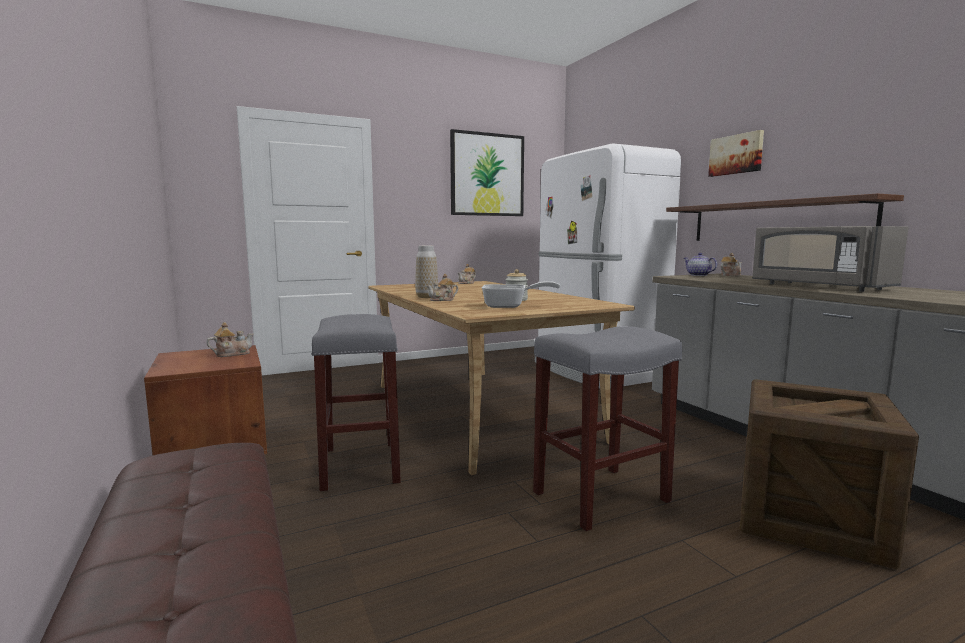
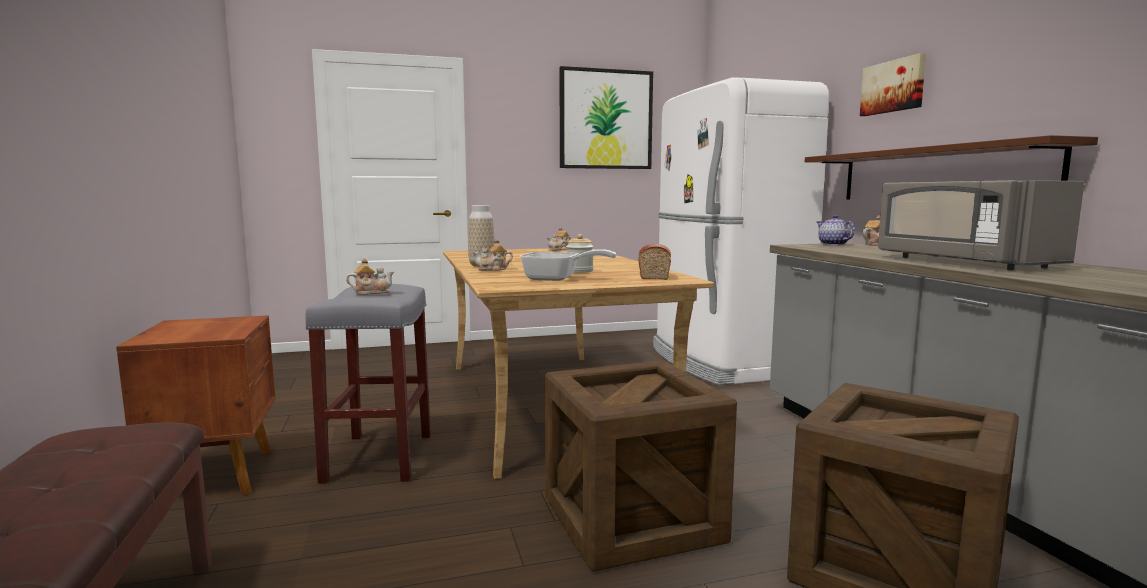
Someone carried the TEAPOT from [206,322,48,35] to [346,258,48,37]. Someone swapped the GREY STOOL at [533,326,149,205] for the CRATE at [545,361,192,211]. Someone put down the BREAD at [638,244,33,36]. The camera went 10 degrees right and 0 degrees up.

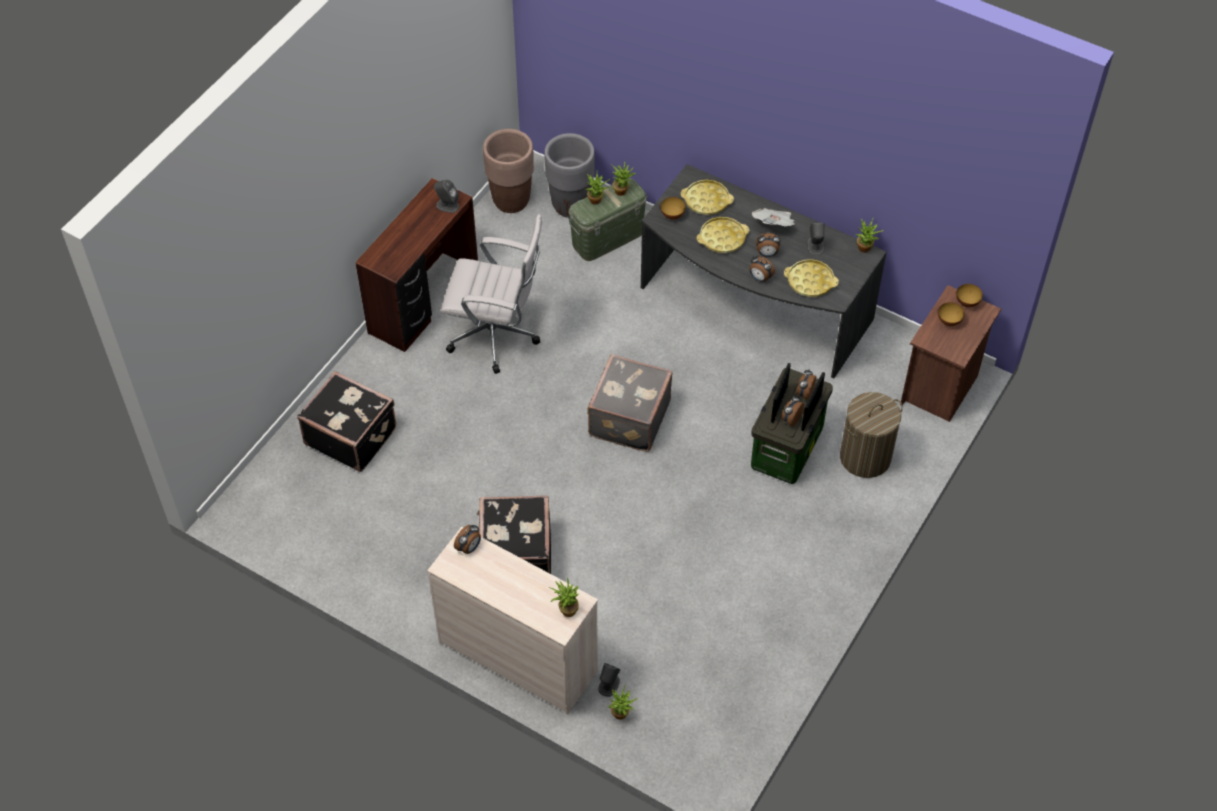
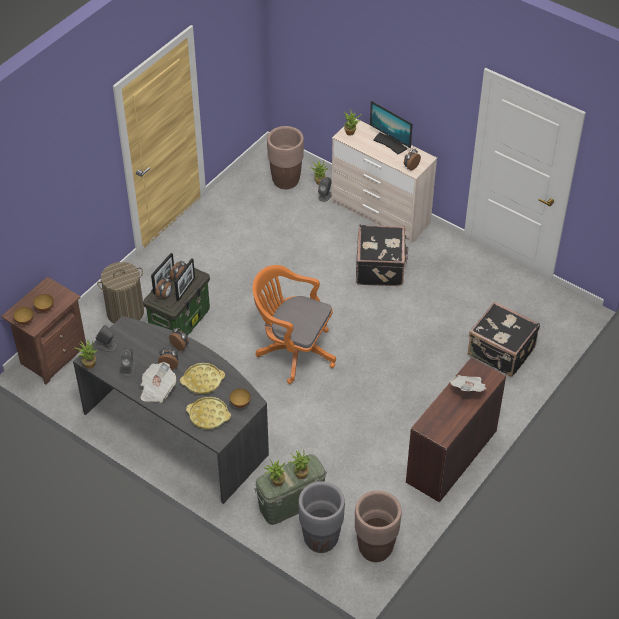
Someone carried the GREY SPEAKER from [434,179,25,34] to [96,325,20,27]. Someone took away the WHITE OFFICE CHAIR at [441,214,101,160]. Someone took away the YELLOW TRAY at [784,259,55,38]. Someone swapped the GREY SUITCASE at [587,354,86,98] for the ORANGE OFFICE CHAIR at [252,265,84,119]. Someone put down the MONITOR at [370,101,43,54]. Someone put down the BROWN PLANTER at [267,126,37,63]. Someone put down the NEWSPAPER at [450,375,37,17]. The camera went 175 degrees left and 5 degrees down.

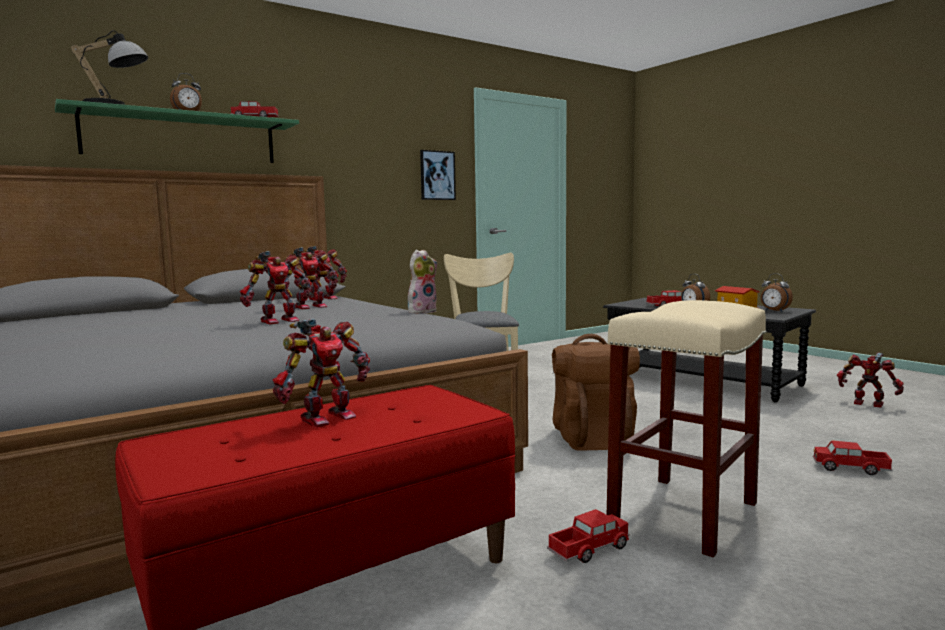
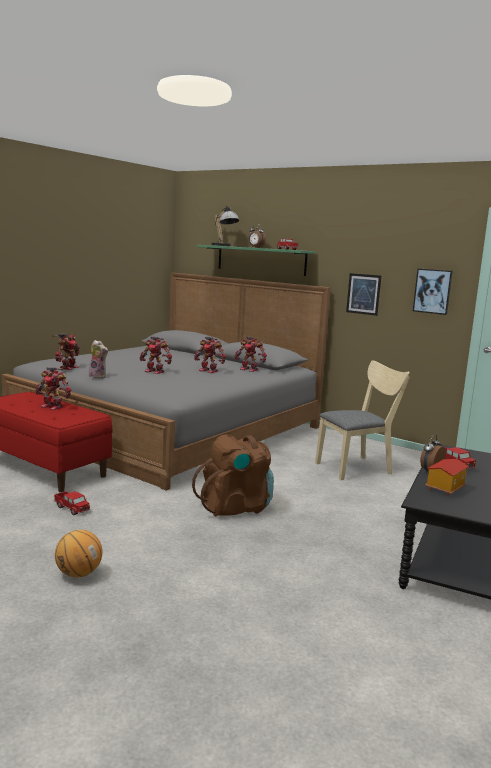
Someone carried the PLUSH TOY from [408,249,30,65] to [89,340,19,39]. Someone took away the ALARM CLOCK at [761,273,32,39]. Someone took away the BEIGE STOOL at [607,300,159,257]. Someone carried the TOY ROBOT from [837,352,67,55] to [52,333,28,37]. Someone took away the TOY TRUCK at [813,440,79,35]. Someone put up the PICTURE at [346,273,35,43]. Someone put down the BASKETBALL at [55,530,47,48]. The camera went 70 degrees right and 5 degrees up.

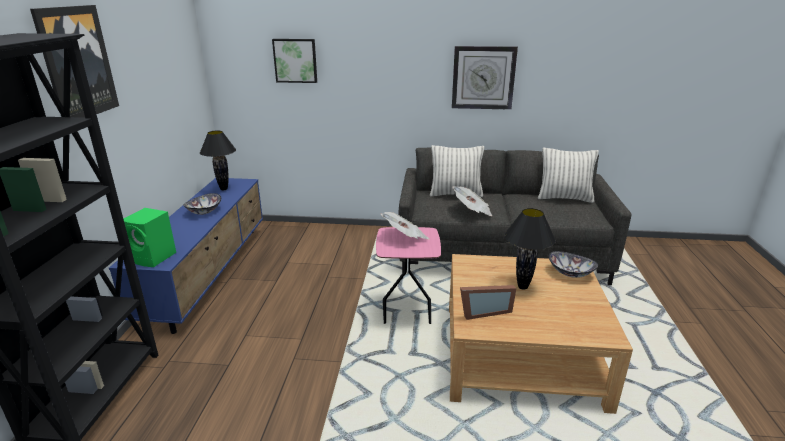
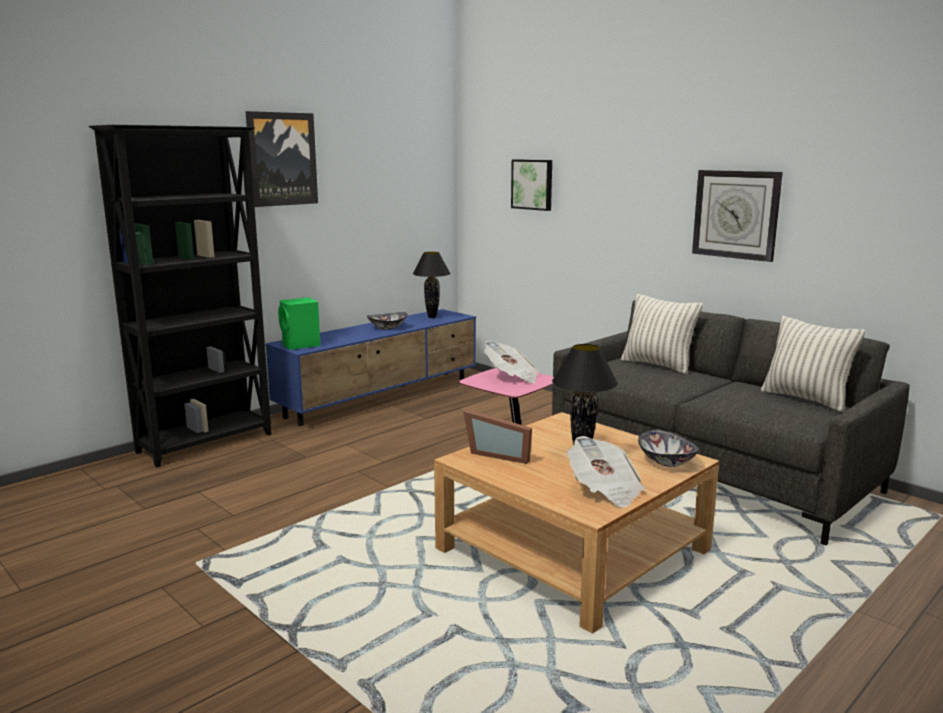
Someone carried the NEWSPAPER from [453,186,39,30] to [567,436,78,72]. The camera went 40 degrees right and 10 degrees down.

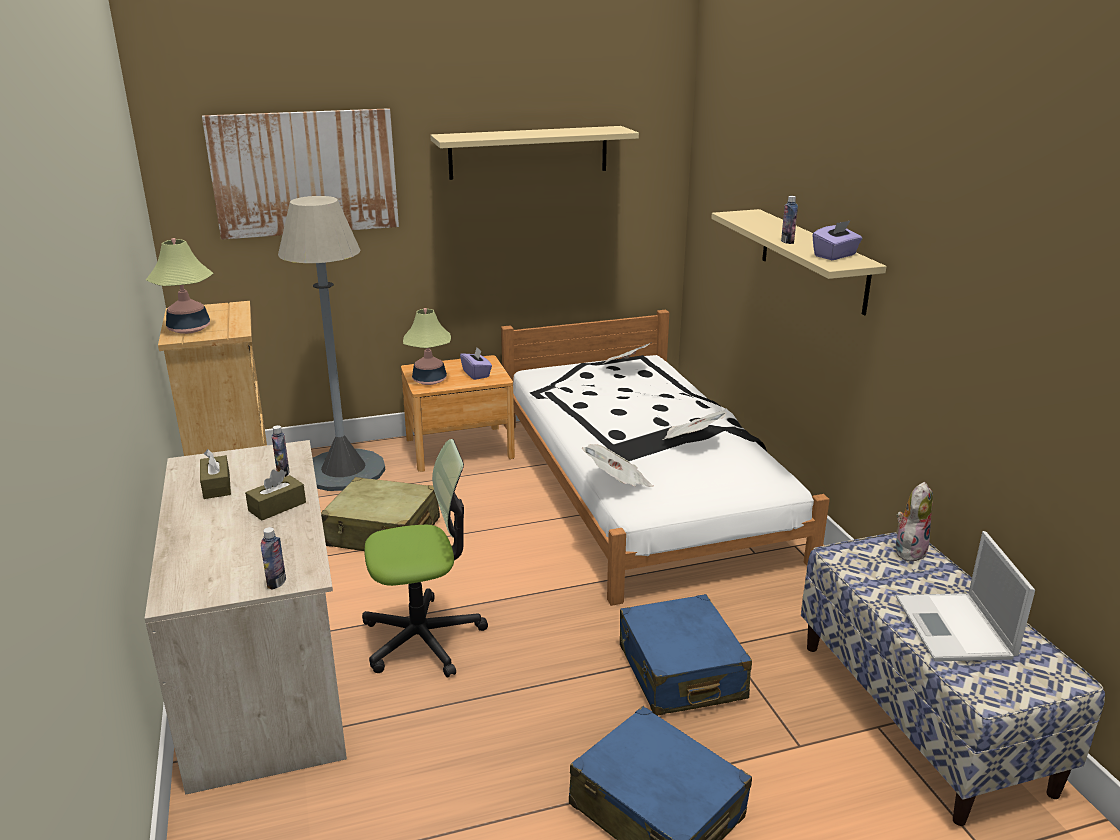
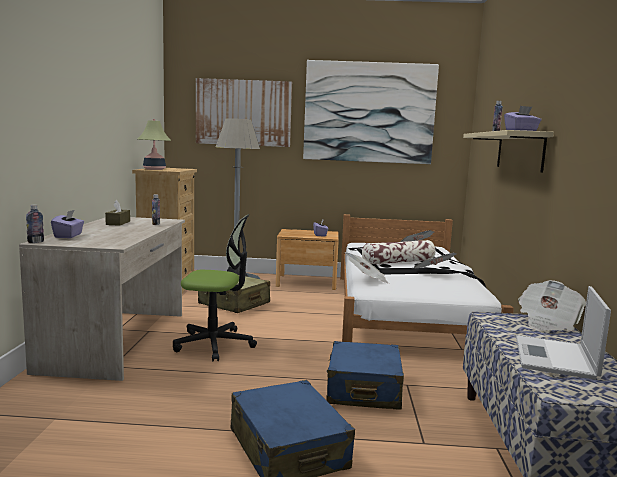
Someone swapped the BEIGE SHELF at [430,126,209,54] for the PICTURE at [303,60,136,104]. Someone took away the TABLE LAMP at [403,308,48,77]. Someone took away the BROWN TISSUE BOX at [245,469,61,52]. Someone swapped the PLUSH TOY at [896,482,37,80] for the NEWSPAPER at [518,280,68,51]. Someone carried the BOTTLE from [261,527,25,63] to [26,205,18,38]. Someone put down the PURPLE TISSUE BOX at [51,210,33,28]. Someone put down the PILLOW at [362,240,74,24]. The camera went 20 degrees right and 15 degrees down.

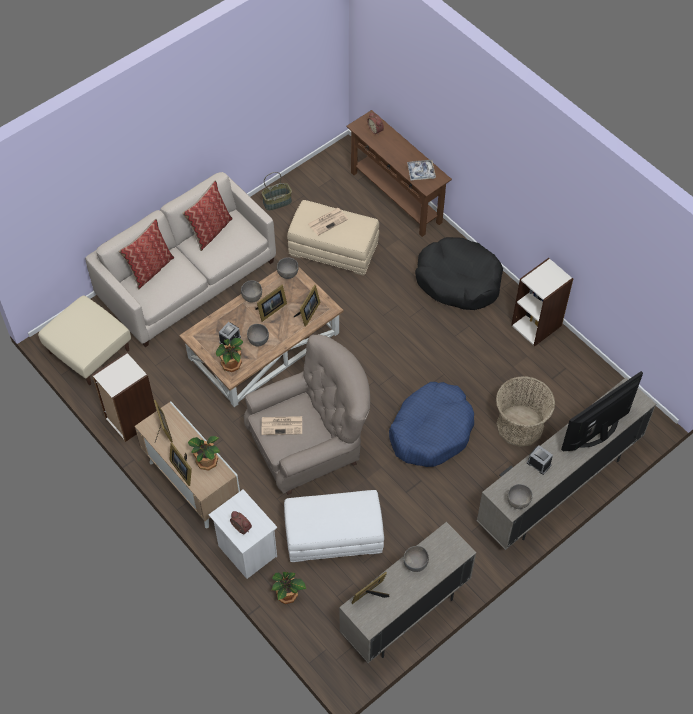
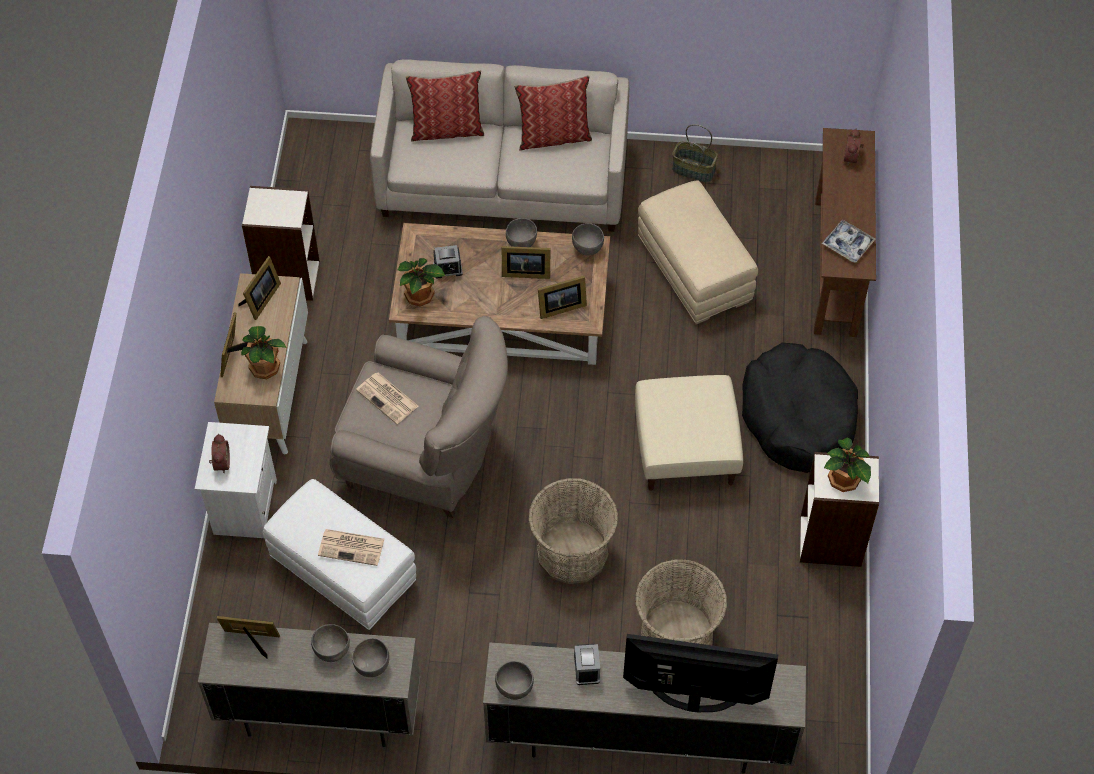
Someone carried the NEWSPAPER from [308,208,40,27] to [318,529,66,37]. Someone carried the BEIGE OTTOMAN from [38,295,93,90] to [635,375,108,116]. Someone carried the GREY BOWL from [247,324,22,23] to [352,638,38,39]. Someone swapped the BLUE DOG BED at [389,382,85,85] for the BASKET at [529,478,89,106]. Someone carried the POTTED PLANT from [272,572,34,32] to [824,438,47,54]. The camera went 45 degrees right and 0 degrees up.

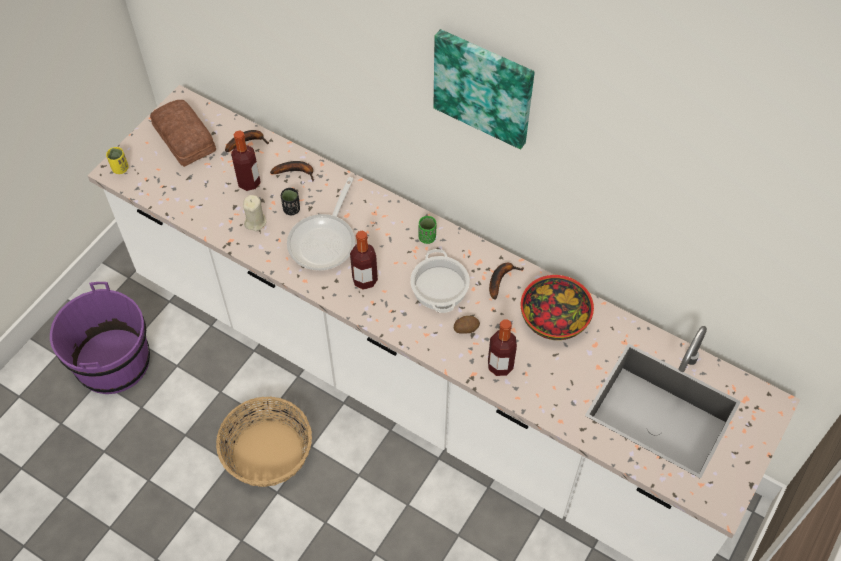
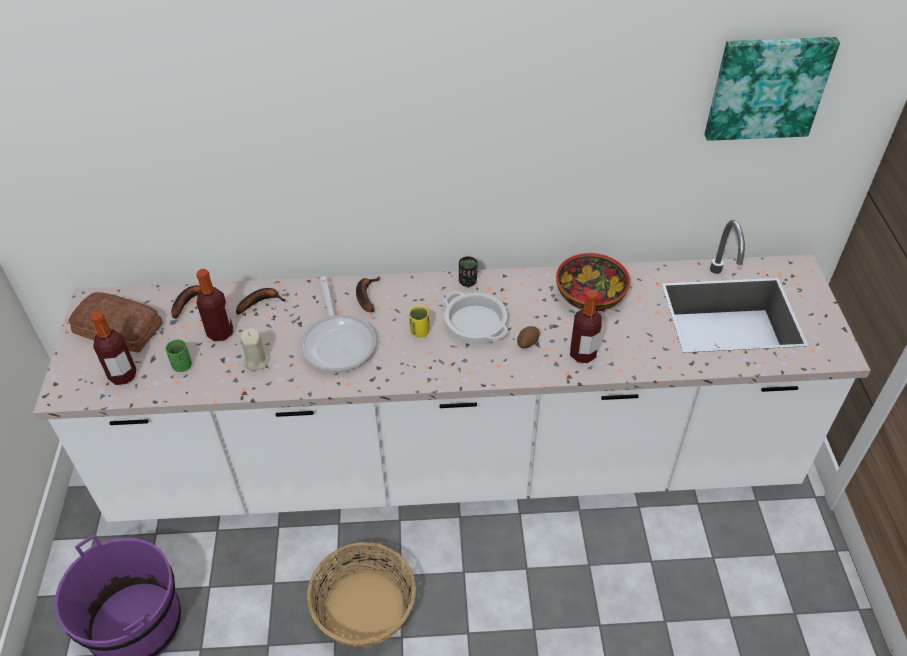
Someone carried the PICTURE from [433,29,102,120] to [704,37,136,104]. Someone carried the YELLOW CUP from [106,147,23,27] to [409,306,21,32]. Someone carried the BLACK CUP from [281,188,19,27] to [459,256,18,31]. Someone carried the GREEN CUP from [418,216,19,28] to [166,340,26,32]. Someone carried the BOTTLE from [350,231,28,59] to [90,311,46,74]. Someone carried the BANANA from [489,263,35,37] to [356,276,24,36]. The camera went 35 degrees left and 10 degrees down.

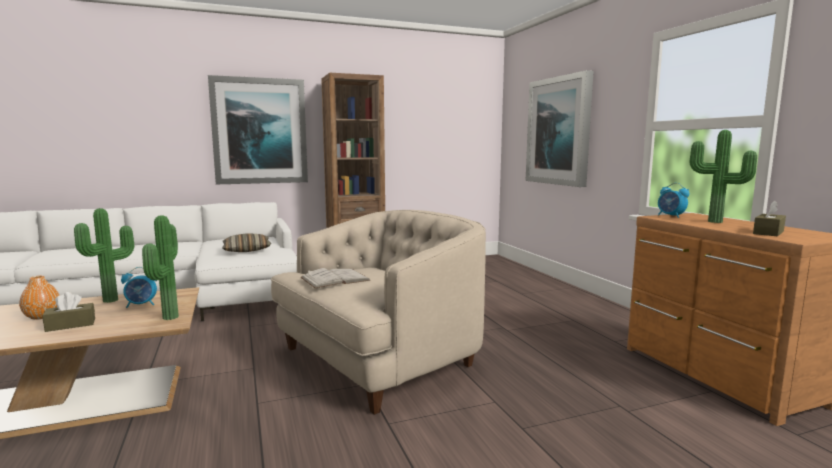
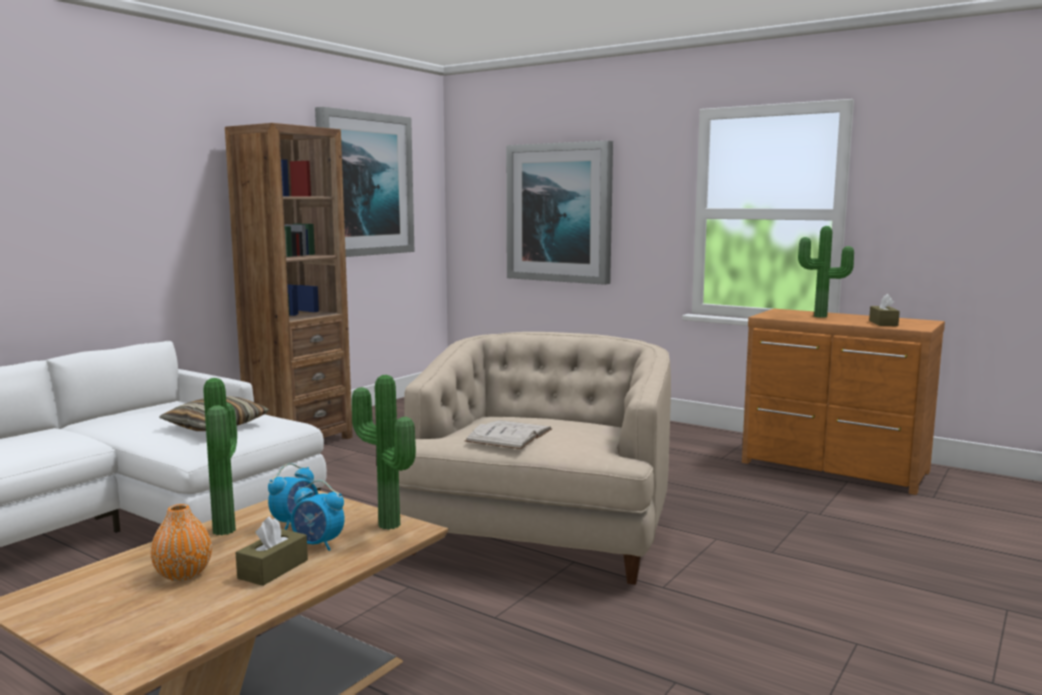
Someone carried the PICTURE from [208,75,100,109] to [315,107,99,150]. Someone carried the ALARM CLOCK from [658,183,32,35] to [291,480,53,71]. The camera went 35 degrees left and 0 degrees up.

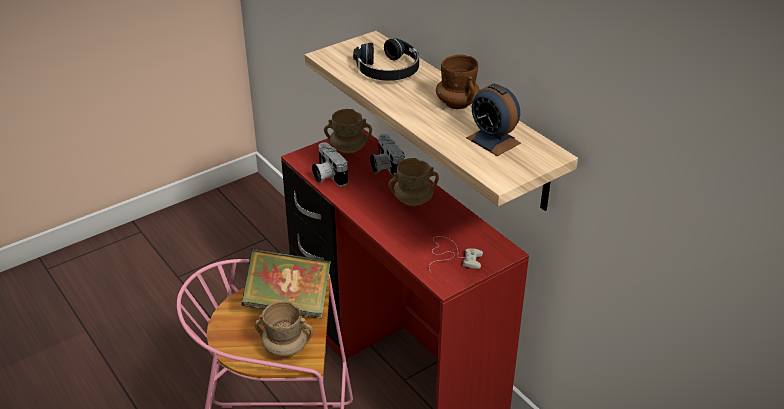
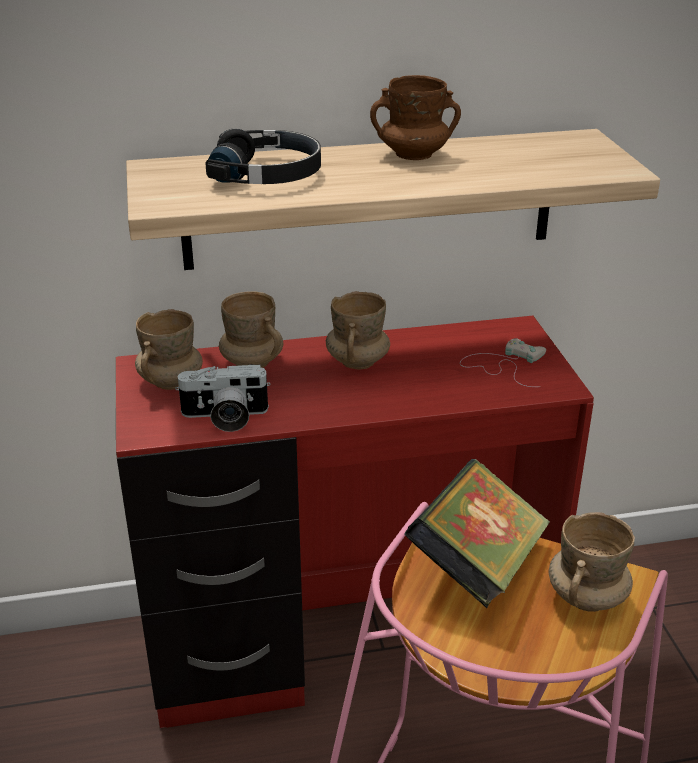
Someone took away the ALARM CLOCK at [466,84,55,72]. Someone swapped the PHOTO CAMERA at [370,134,35,43] for the BEIGE MUG at [219,291,64,77]. The camera went 65 degrees left and 5 degrees down.

